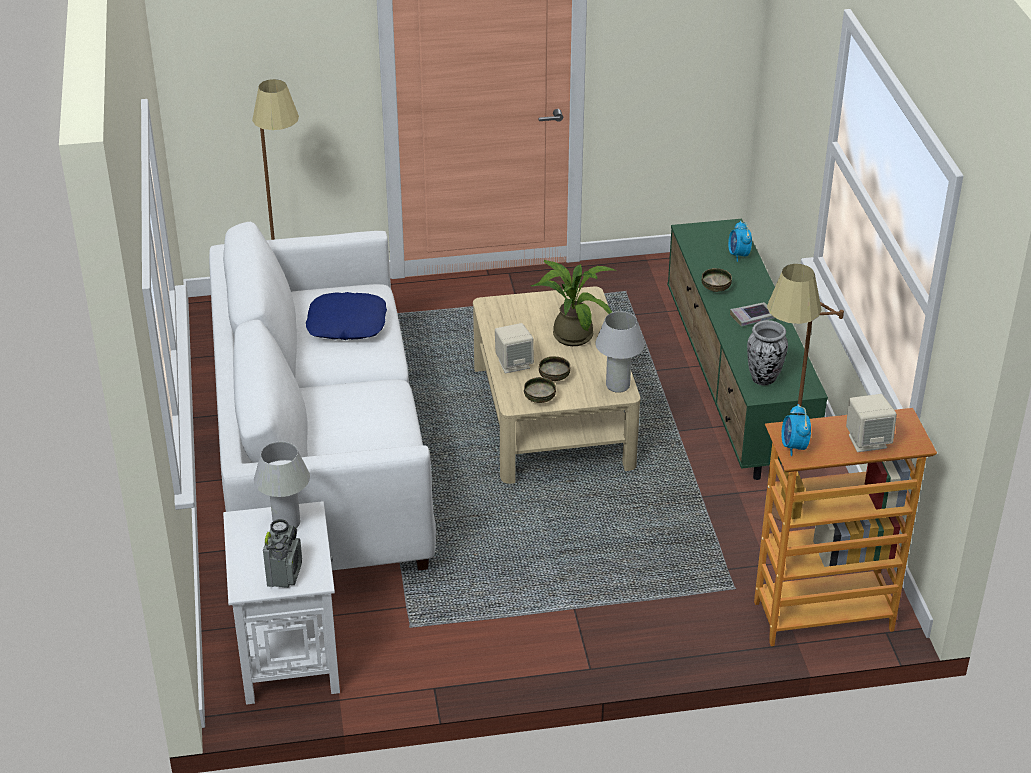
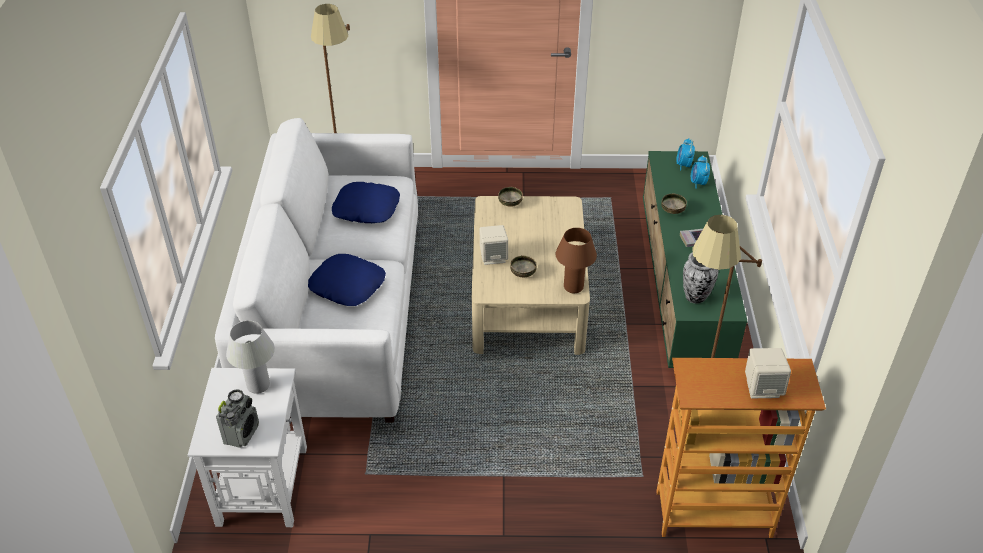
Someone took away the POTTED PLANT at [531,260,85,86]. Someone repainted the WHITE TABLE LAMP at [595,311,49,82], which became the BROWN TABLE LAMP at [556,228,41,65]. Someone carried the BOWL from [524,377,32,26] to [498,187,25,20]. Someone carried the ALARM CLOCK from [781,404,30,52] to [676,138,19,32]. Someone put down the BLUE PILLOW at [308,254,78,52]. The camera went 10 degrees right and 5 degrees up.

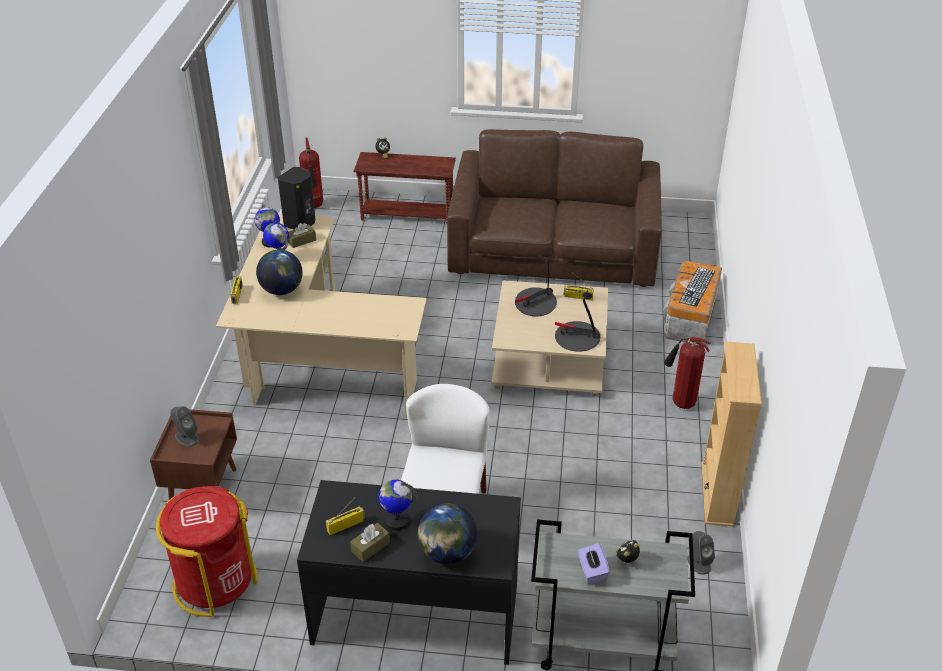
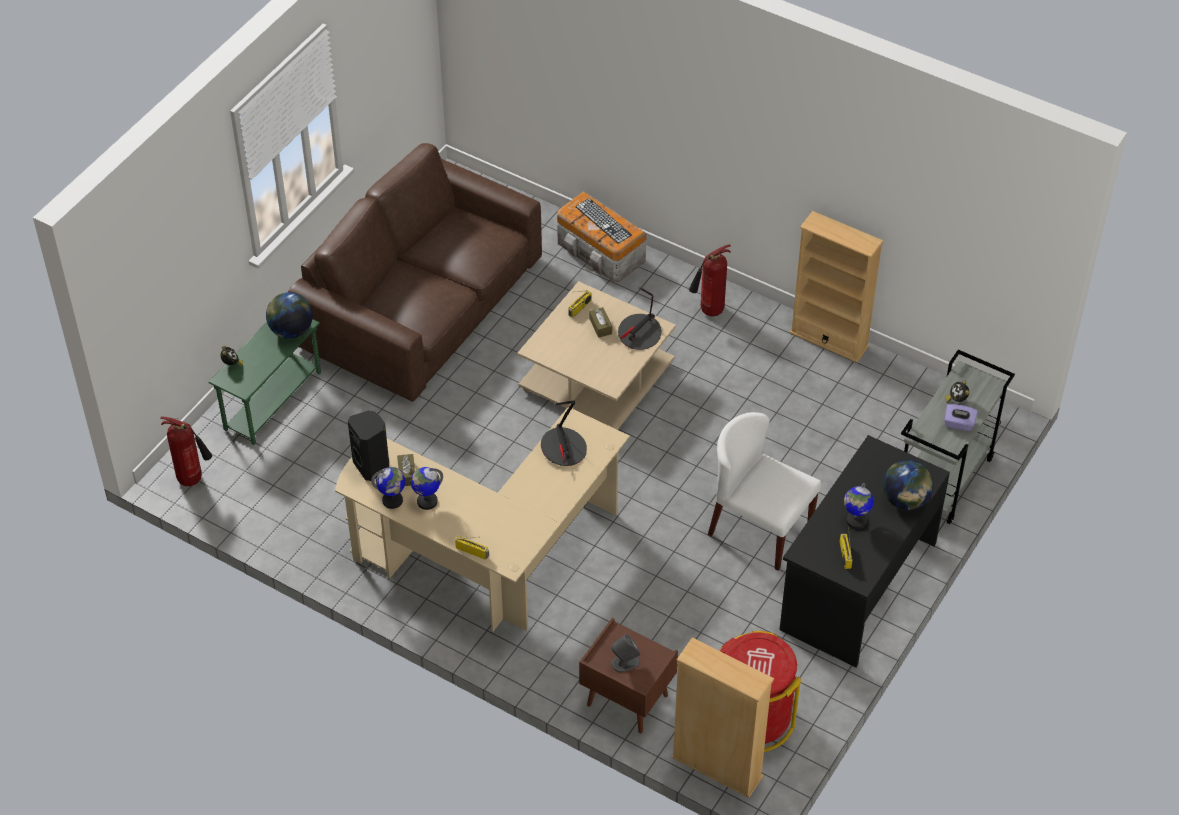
Someone repainted the BROWN SIDE TABLE at [353,152,103,73], which became the GREEN SIDE TABLE at [209,319,112,126]. Someone carried the GLOBE from [256,249,47,46] to [266,292,47,47]. Someone carried the TABLE LAMP from [515,254,42,62] to [541,400,46,66]. Someone carried the BROWN TISSUE BOX from [350,523,40,39] to [589,307,23,31]. Someone took away the GREY SPEAKER at [687,531,28,44]. Someone put down the BEIGE BOOKCASE at [672,637,102,161]. The camera went 65 degrees left and 10 degrees up.

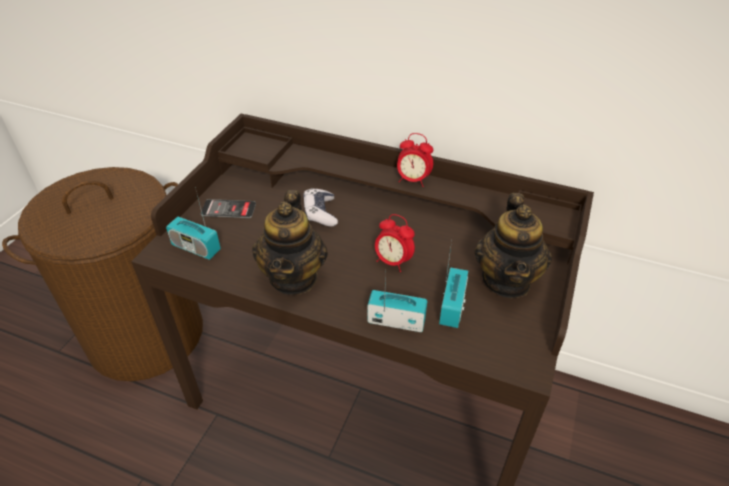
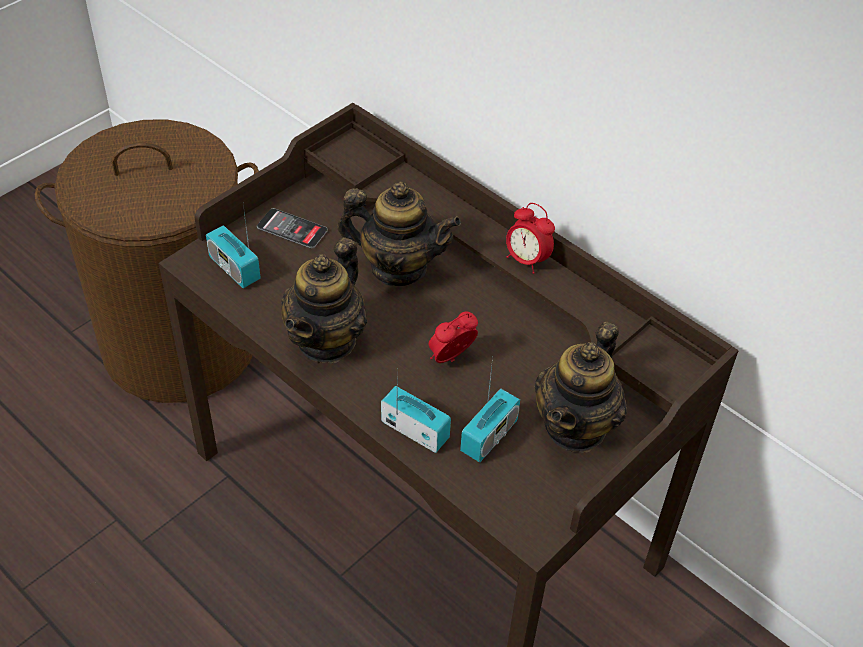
Someone swapped the GAME CONTROLLER at [303,188,35,39] for the TEAPOT at [337,182,124,104]. Someone rotated the ALARM CLOCK at [375,214,40,58] by 90 degrees clockwise. The camera went 20 degrees right and 5 degrees up.

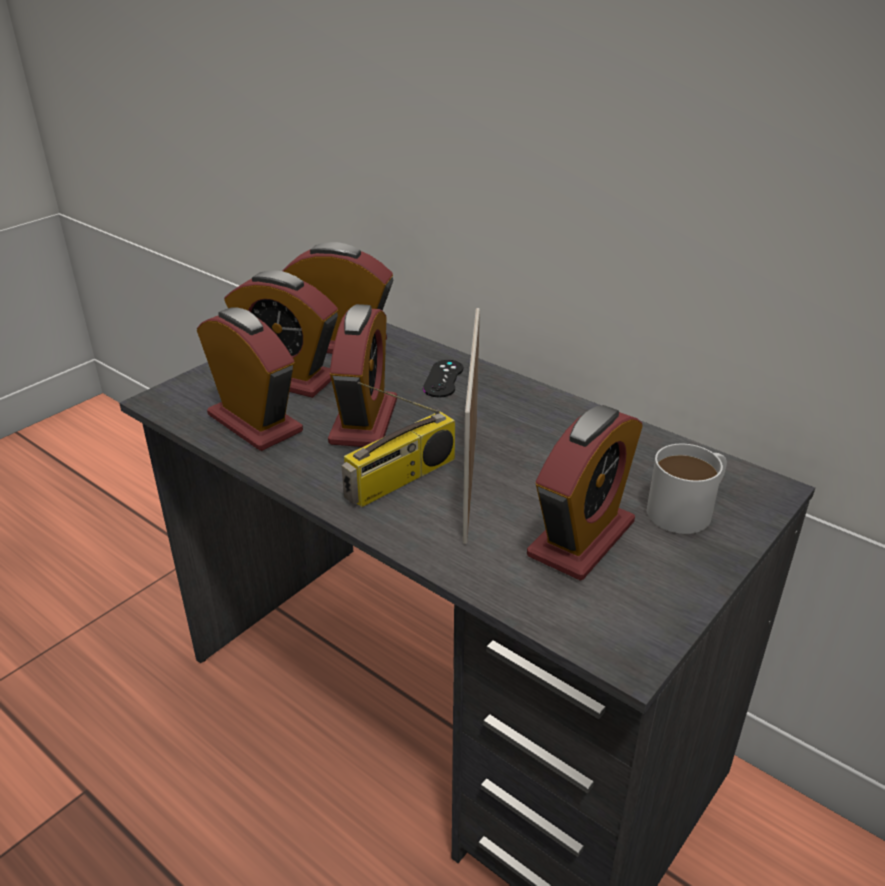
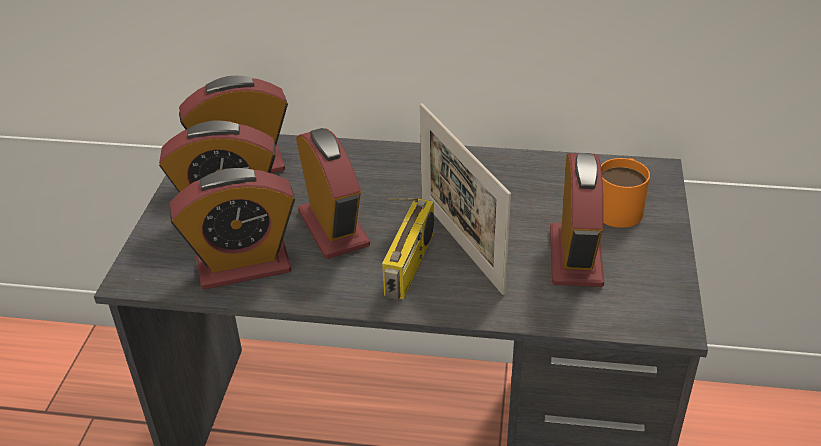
Someone rotated the ALARM CLOCK at [197,307,106,144] by 150 degrees clockwise. Someone took away the BLACK GAME CONTROLLER at [423,360,40,37]. Someone repainted the WHITE MUG at [647,444,80,90], which became the ORANGE MUG at [601,158,49,70]. The camera went 30 degrees left and 5 degrees up.

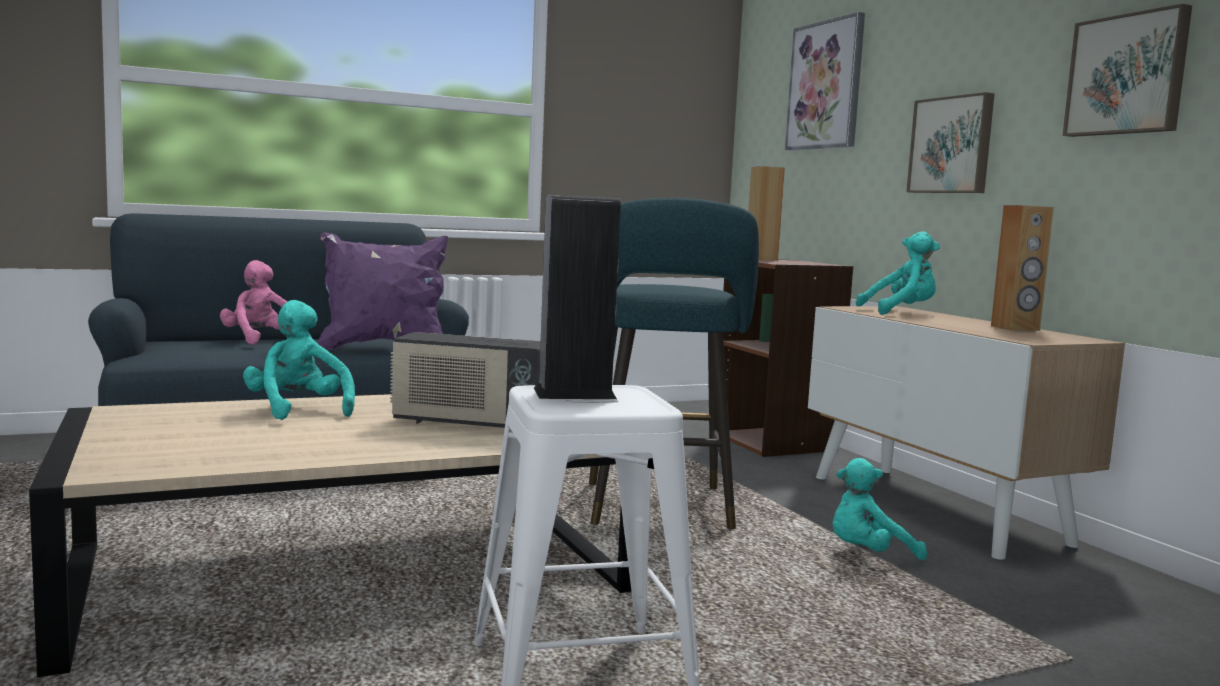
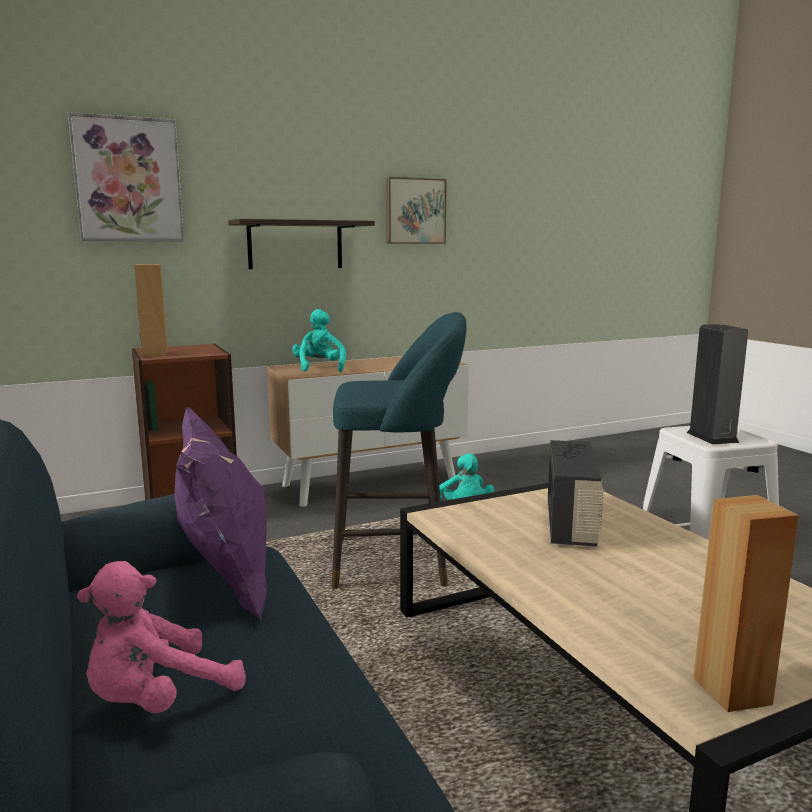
Someone swapped the PICTURE at [906,92,89,101] for the SHELF at [228,219,147,50]. Someone carried the BROWN SPEAKER from [991,205,63,126] to [693,495,106,217]. Someone took away the TURQUOISE PLUSH TOY at [243,300,112,120]. The camera went 90 degrees left and 5 degrees up.

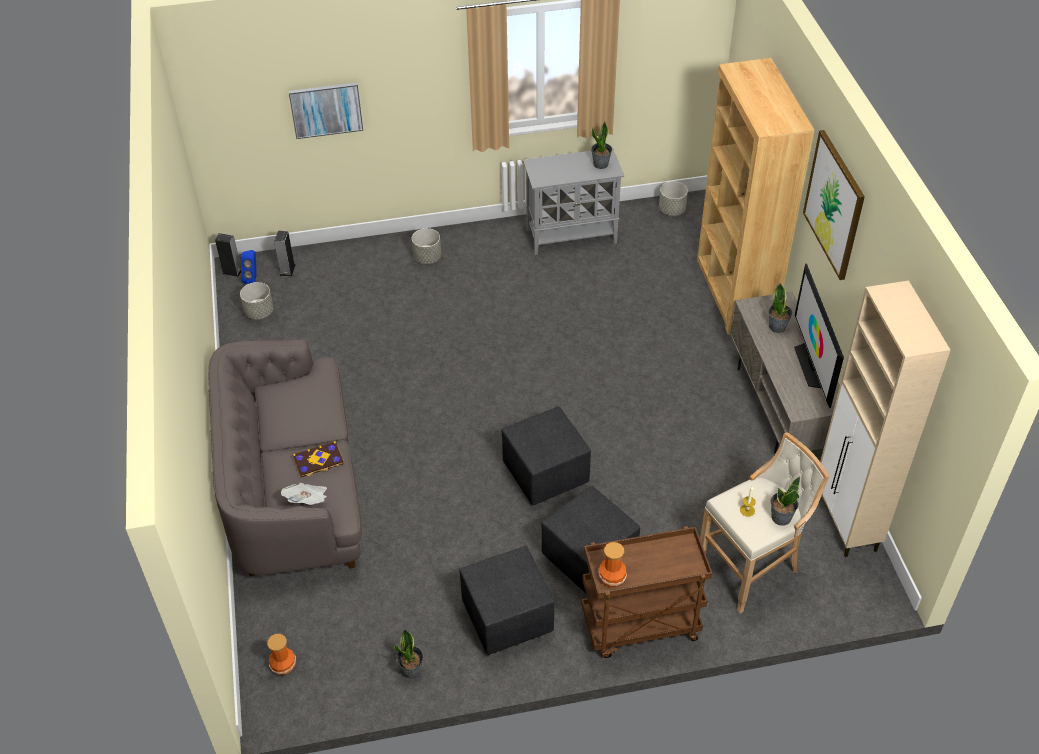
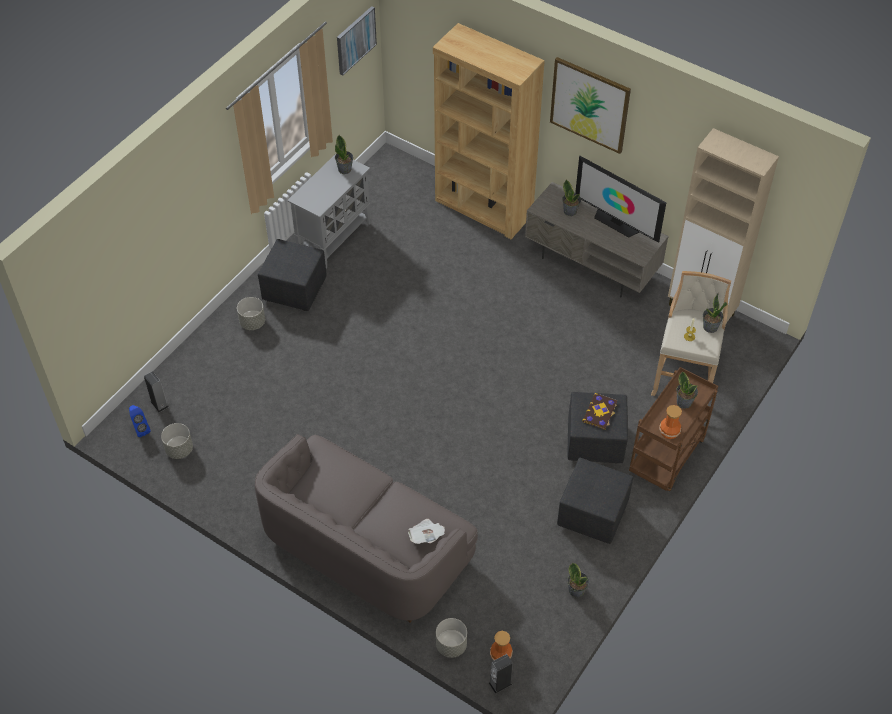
Someone carried the PICTURE from [288,83,75,56] to [337,6,40,70]. Someone carried the GREY PLANTER from [659,181,29,35] to [436,618,31,40]. Someone carried the SPEAKER from [215,233,26,44] to [489,654,24,40]. Someone carried the BLACK OTTOMAN from [502,406,89,99] to [258,239,69,72]. Someone carried the BOOK from [293,441,51,37] to [582,393,35,37]. Someone put down the POTTED PLANT at [677,372,21,37]. The camera went 45 degrees left and 5 degrees up.

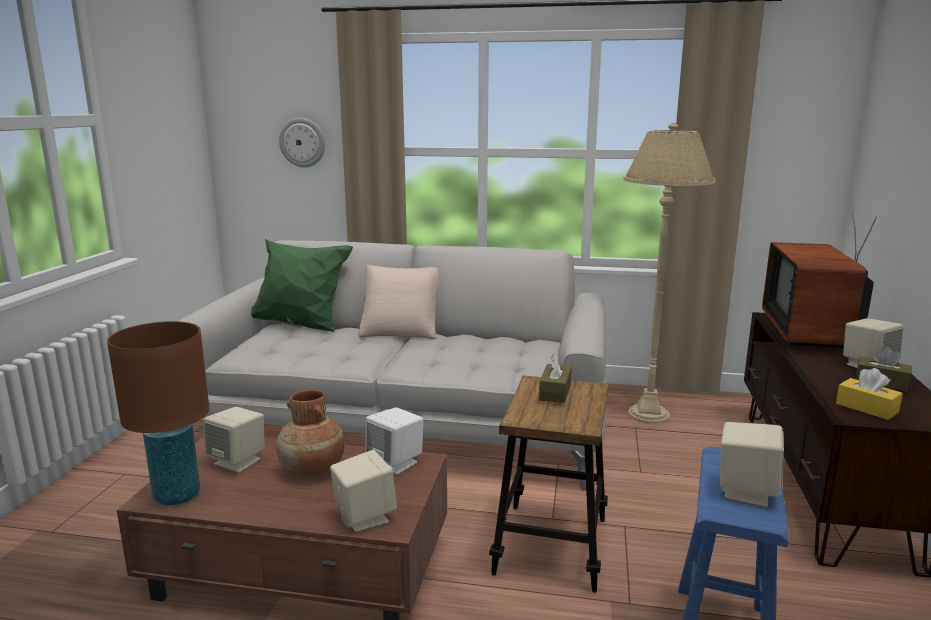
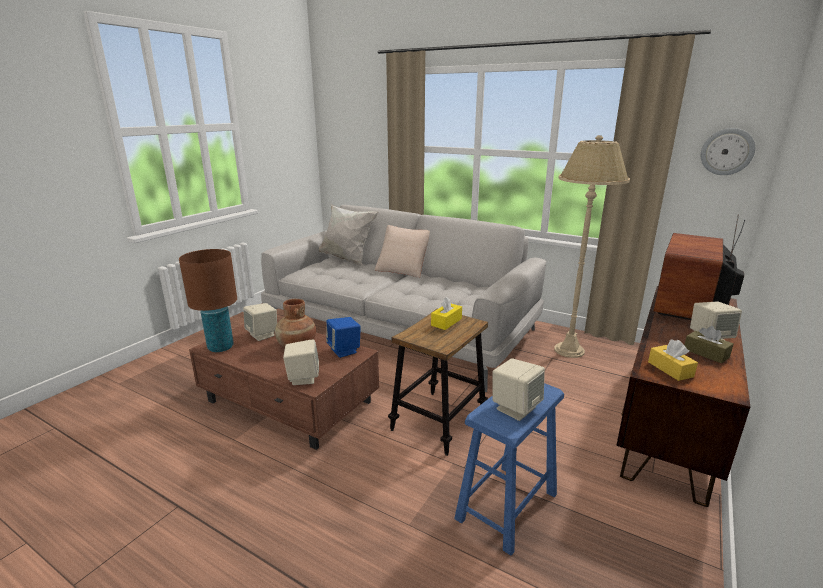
Someone carried the WALL CLOCK from [279,118,46,50] to [701,128,54,47]. Someone repainted the GREEN PILLOW at [251,239,102,93], which became the WHITE PILLOW at [319,204,60,62]. Someone repainted the BROWN TISSUE BOX at [539,354,33,49], which became the YELLOW TISSUE BOX at [431,297,31,33]. Someone repainted the WHITE SPEAKER at [365,407,59,68], which became the BLUE SPEAKER at [326,317,35,41]. The camera went 20 degrees right and 5 degrees up.

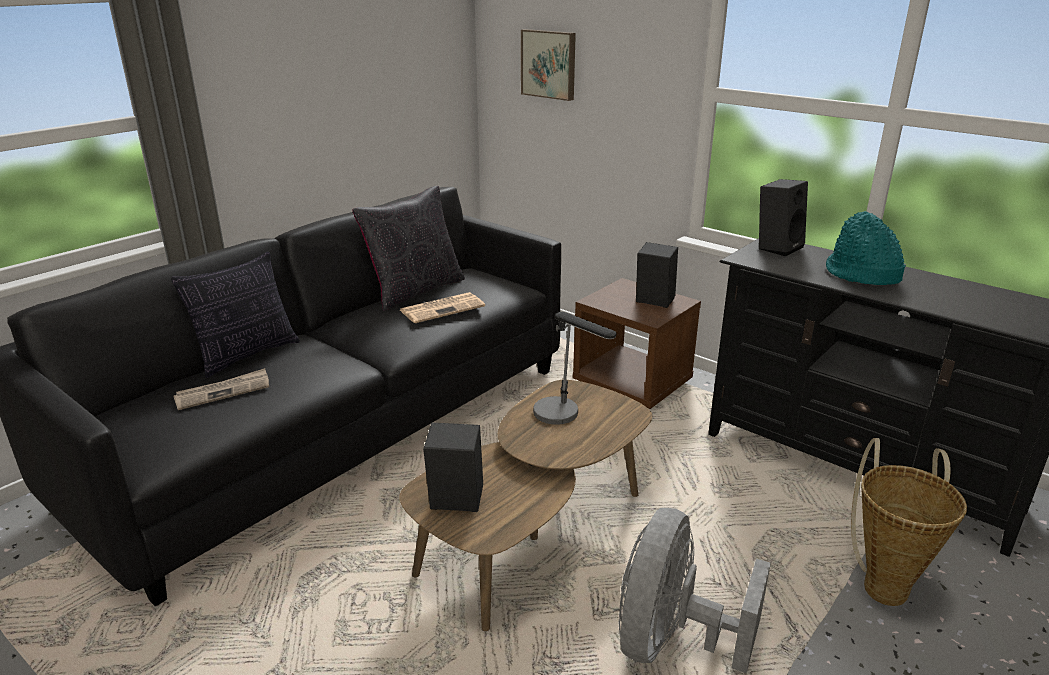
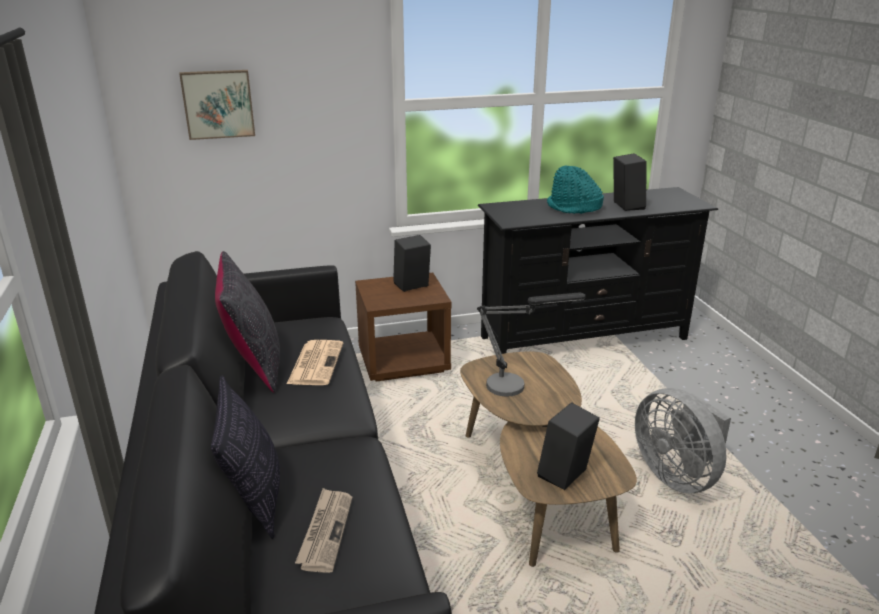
Someone carried the BLACK SPEAKER from [759,179,49,77] to [613,153,34,58]. Someone took away the BASKET at [851,438,116,168]. The camera went 55 degrees left and 0 degrees up.

